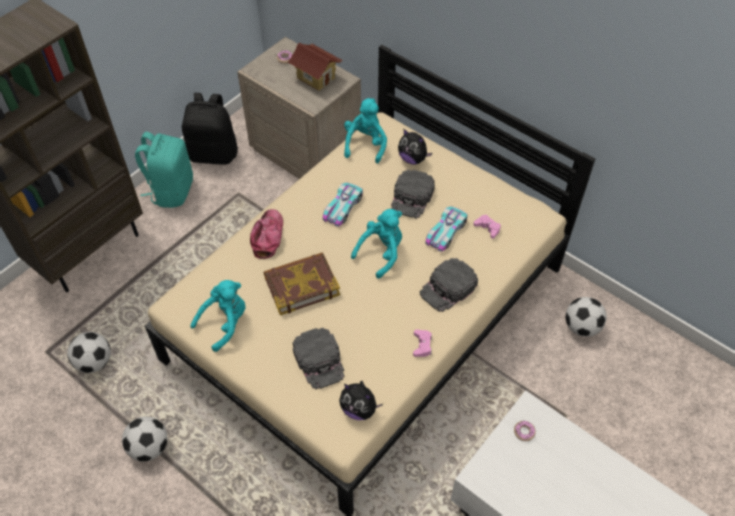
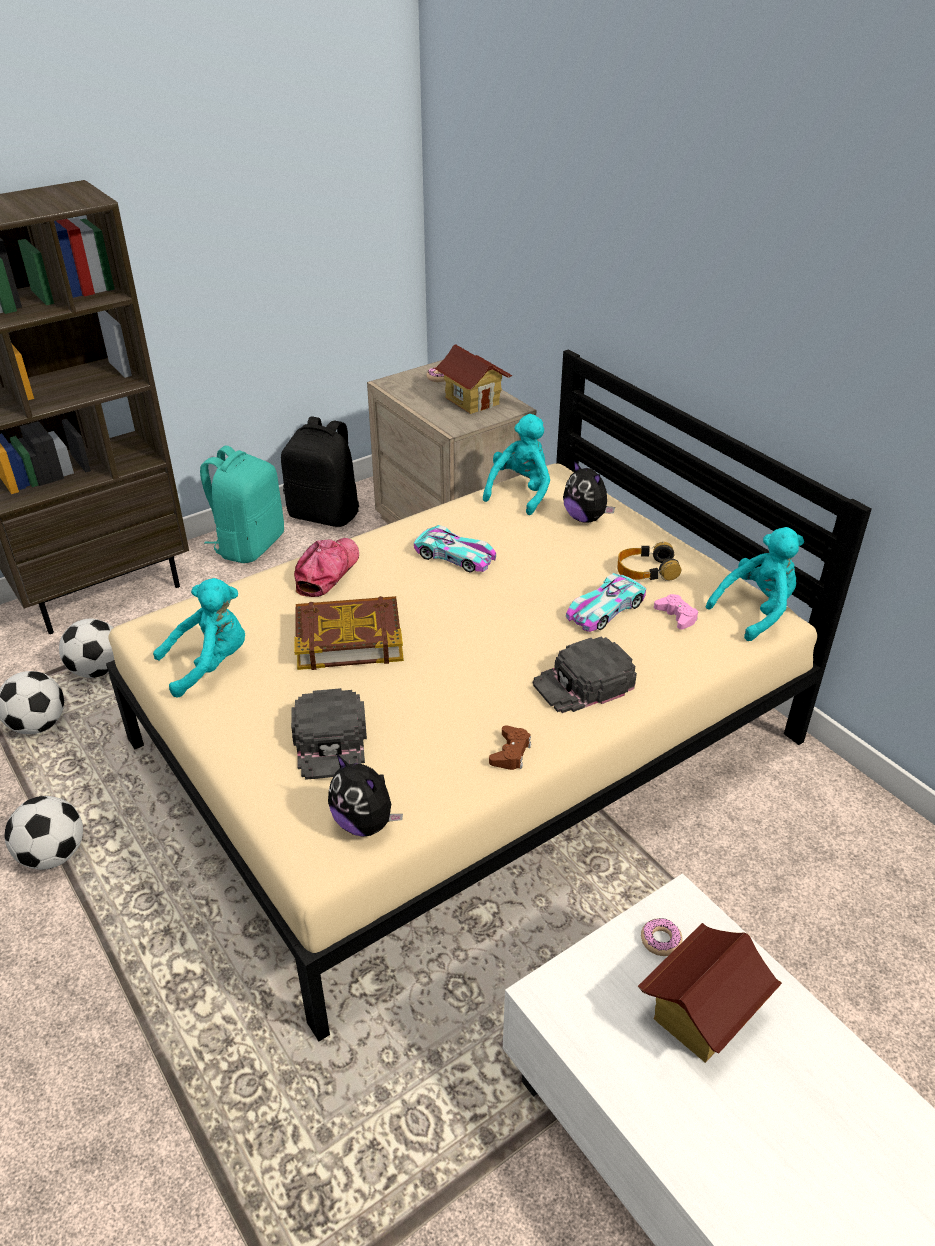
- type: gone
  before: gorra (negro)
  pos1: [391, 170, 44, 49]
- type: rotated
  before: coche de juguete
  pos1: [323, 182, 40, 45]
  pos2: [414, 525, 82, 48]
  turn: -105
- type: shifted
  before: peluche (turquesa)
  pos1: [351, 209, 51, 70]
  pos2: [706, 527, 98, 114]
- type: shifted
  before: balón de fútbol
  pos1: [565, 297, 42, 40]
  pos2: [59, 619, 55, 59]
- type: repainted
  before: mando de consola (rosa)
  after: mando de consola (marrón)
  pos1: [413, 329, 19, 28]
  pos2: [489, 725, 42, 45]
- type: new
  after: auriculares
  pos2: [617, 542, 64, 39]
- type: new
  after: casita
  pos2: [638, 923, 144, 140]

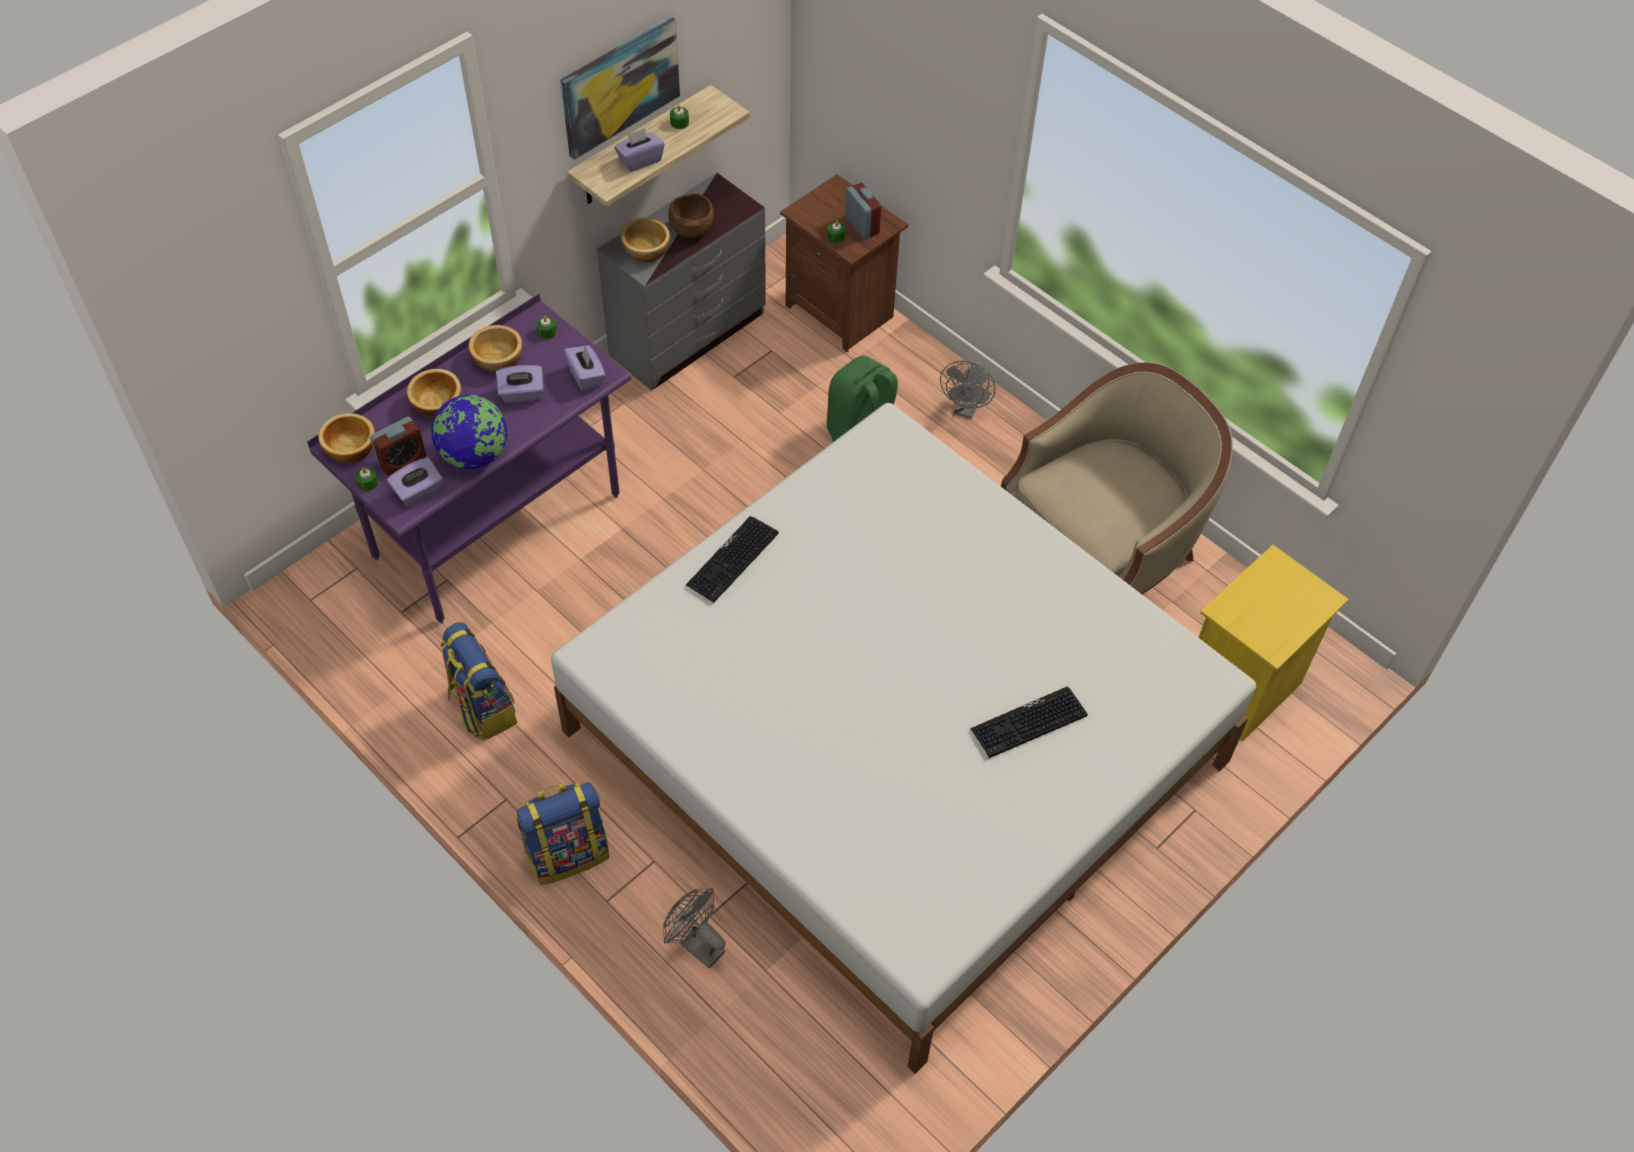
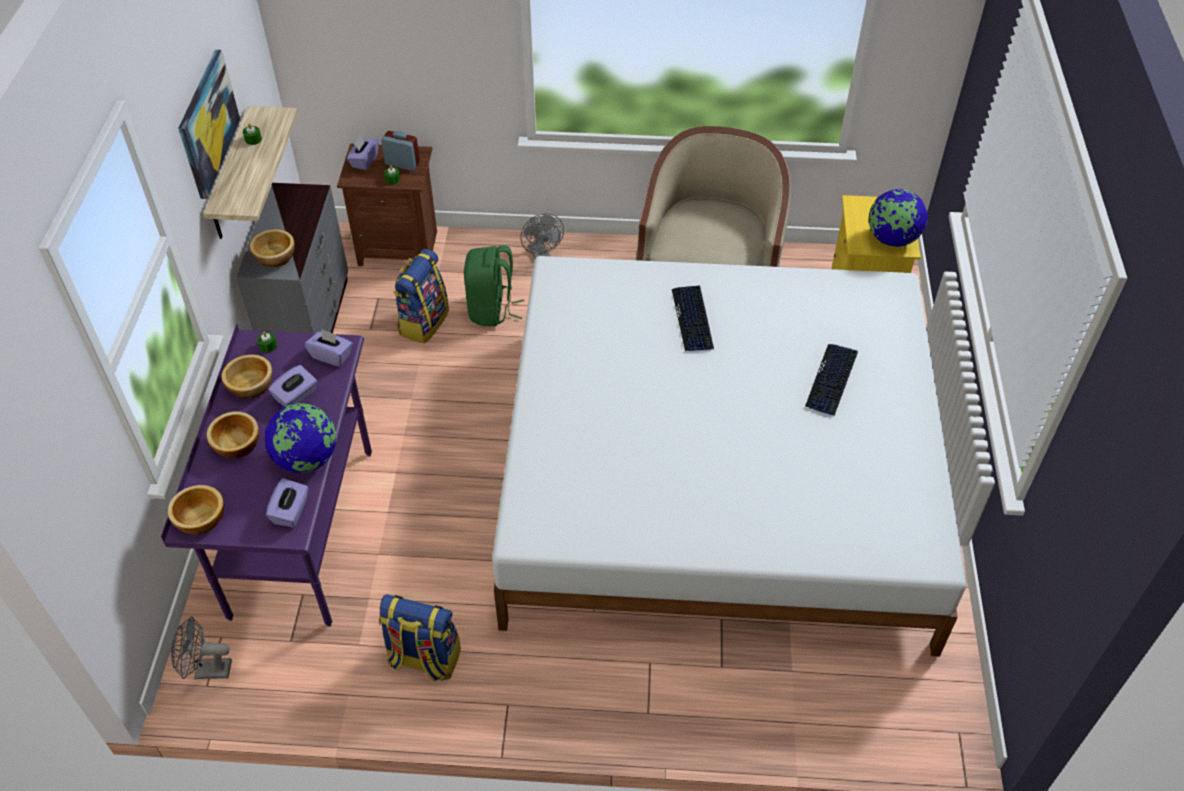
- type: shifted
  before: caja de pañuelos (morado)
  pos1: [614, 128, 50, 44]
  pos2: [347, 136, 32, 34]
- type: gone
  before: cuenco (marrón)
  pos1: [668, 194, 46, 43]
- type: gone
  before: despertador
  pos1: [370, 417, 56, 59]
- type: gone
  before: vela (verde)
  pos1: [355, 467, 23, 24]
- type: shifted
  before: teclado
  pos1: [685, 516, 94, 88]
  pos2: [672, 286, 42, 65]
- type: shifted
  before: mochila
  pos1: [516, 782, 93, 103]
  pos2: [394, 249, 55, 95]
- type: shifted
  before: ventilador (gris)
  pos1: [663, 888, 63, 81]
  pos2: [171, 617, 61, 62]
- type: new
  after: globo terráqueo
  pos2: [869, 189, 58, 58]

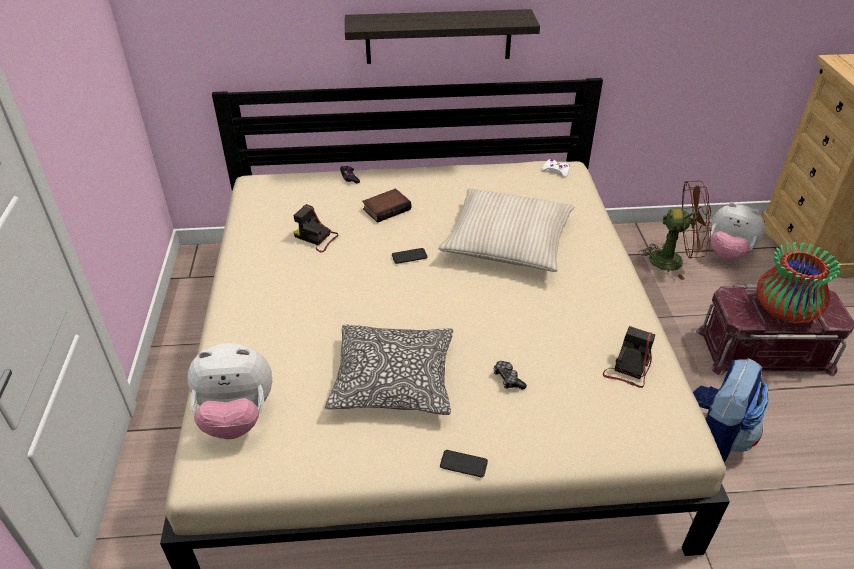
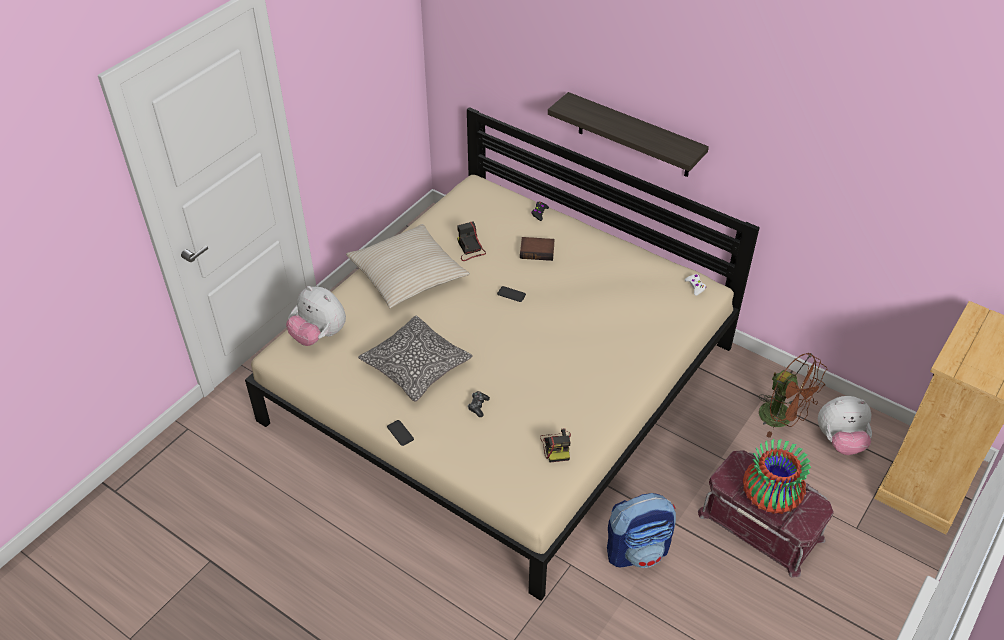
- type: shifted
  before: cojín (beis)
  pos1: [438, 188, 136, 84]
  pos2: [346, 224, 124, 84]
- type: rotated
  before: peluche
  pos1: [709, 202, 56, 58]
  pos2: [818, 396, 54, 59]
  turn: -75
- type: rotated
  before: cámara
  pos1: [603, 326, 52, 62]
  pos2: [540, 428, 31, 34]
  turn: 105

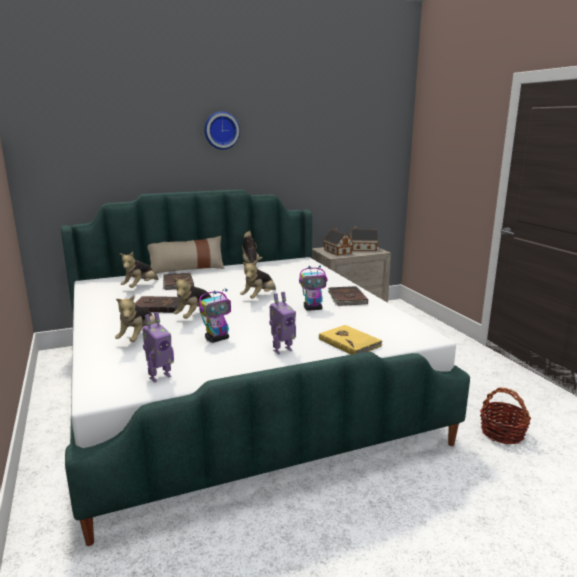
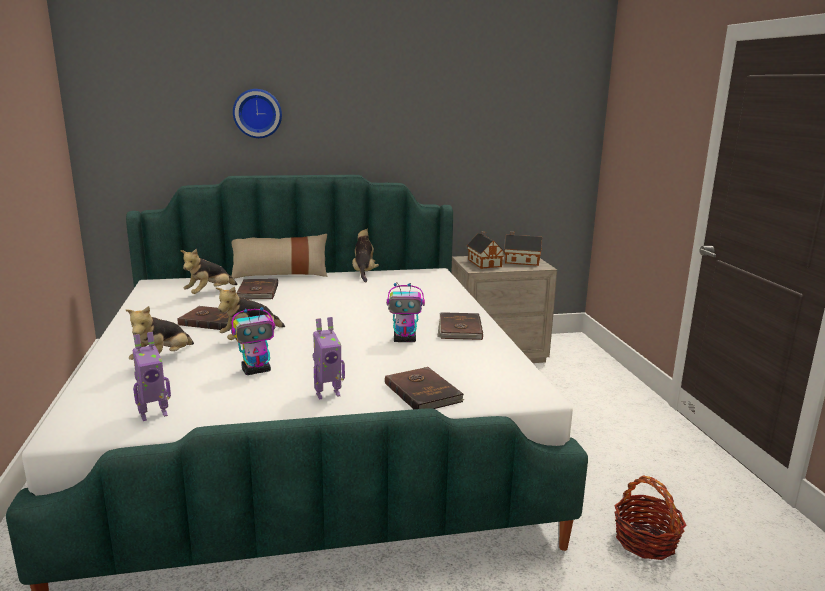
- type: shifted
  before: reloj de pared
  pos1: [204, 111, 36, 39]
  pos2: [233, 89, 49, 49]
- type: gone
  before: peluche
  pos1: [240, 261, 36, 38]
- type: repainted
  before: libro (amarillo)
  after: libro (marrón)
  pos1: [319, 325, 64, 30]
  pos2: [385, 367, 79, 42]

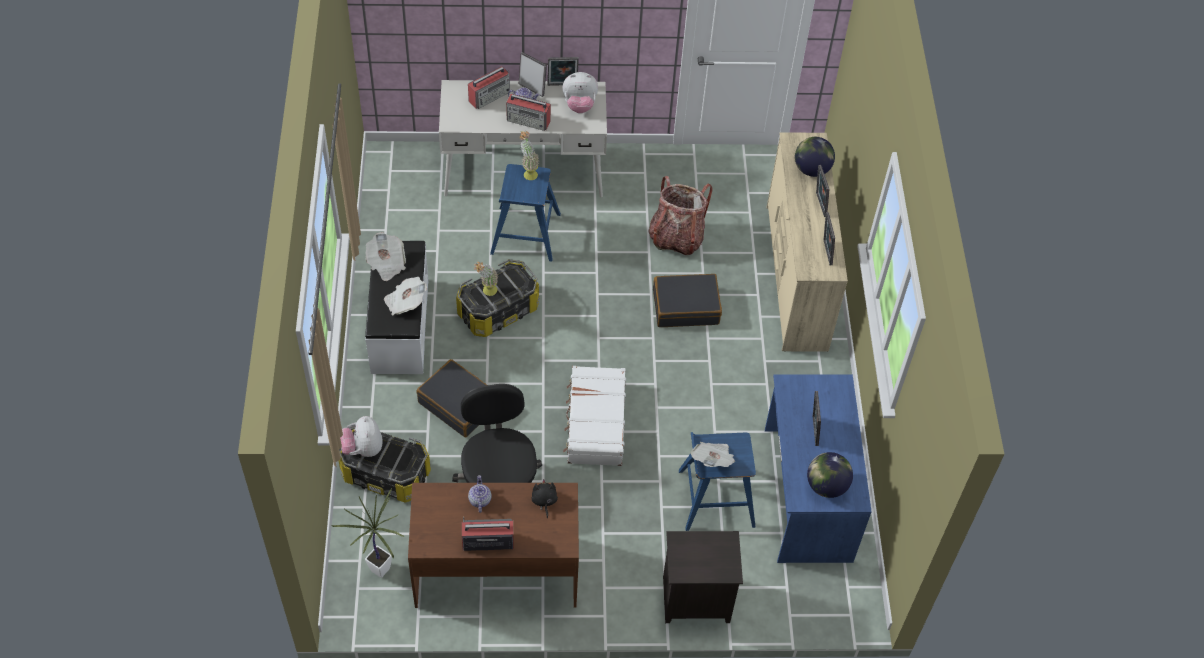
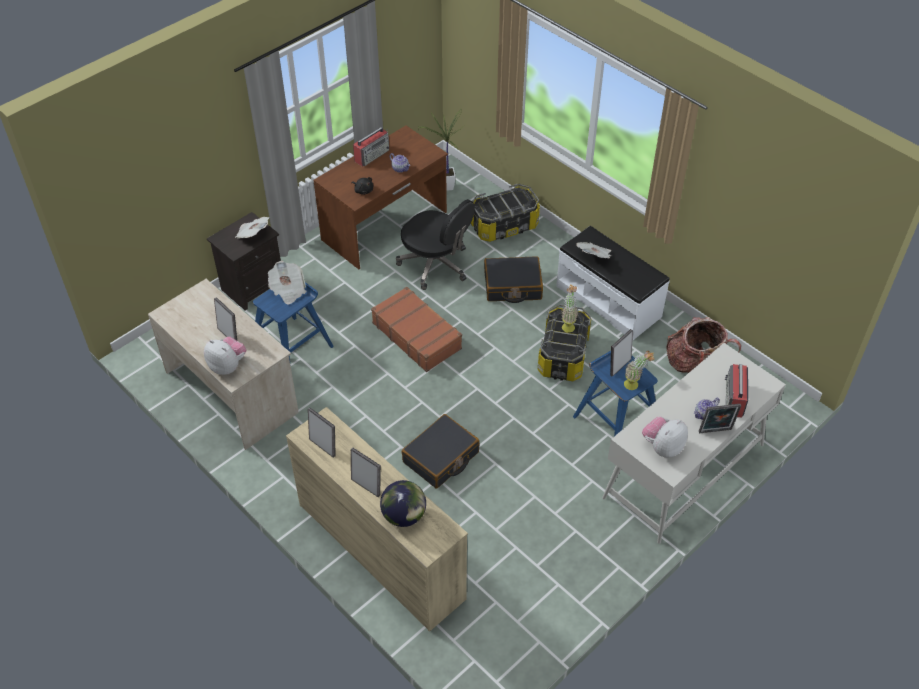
- type: shifted
  before: portarretratos
  pos1: [548, 57, 31, 29]
  pos2: [610, 329, 23, 48]
- type: gone
  before: radio
  pos1: [506, 94, 45, 37]
- type: shifted
  before: mochila
  pos1: [649, 176, 63, 79]
  pos2: [667, 317, 74, 56]
- type: shifted
  before: periódico
  pos1: [365, 232, 41, 49]
  pos2: [235, 217, 34, 21]
- type: repainted
  before: maleta (blanco)
  after: maleta (marrón)
  pos1: [563, 366, 63, 100]
  pos2: [371, 287, 91, 85]
- type: repainted
  before: escritorio (azul)
  after: escritorio (beis)
  pos1: [765, 374, 107, 189]
  pos2: [148, 279, 151, 171]
- type: shifted
  before: peluche
  pos1: [340, 416, 43, 41]
  pos2: [204, 337, 42, 38]
- type: gone
  before: globo terráqueo
  pos1: [807, 452, 46, 46]

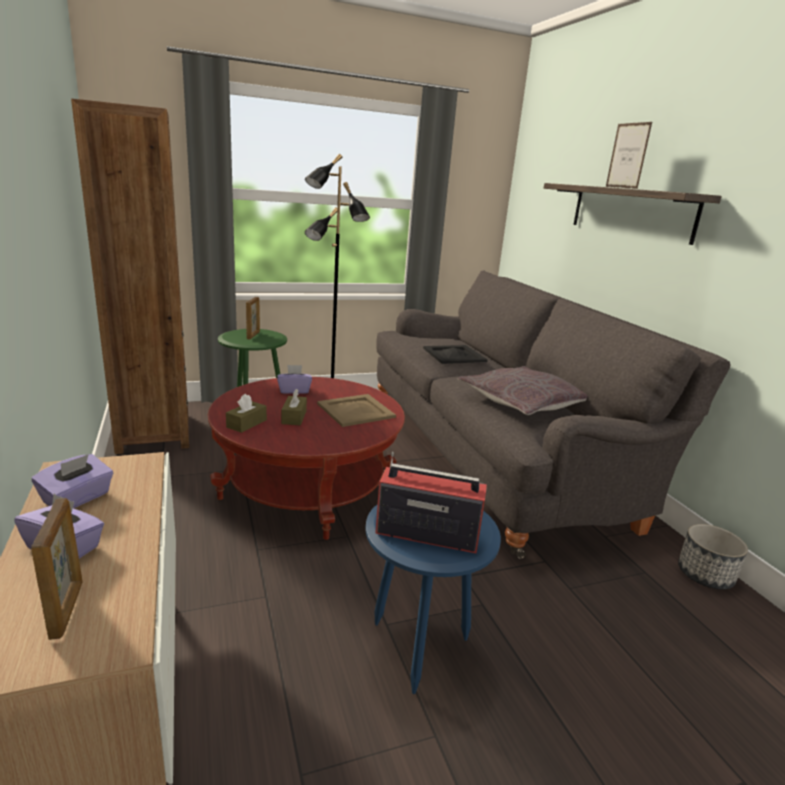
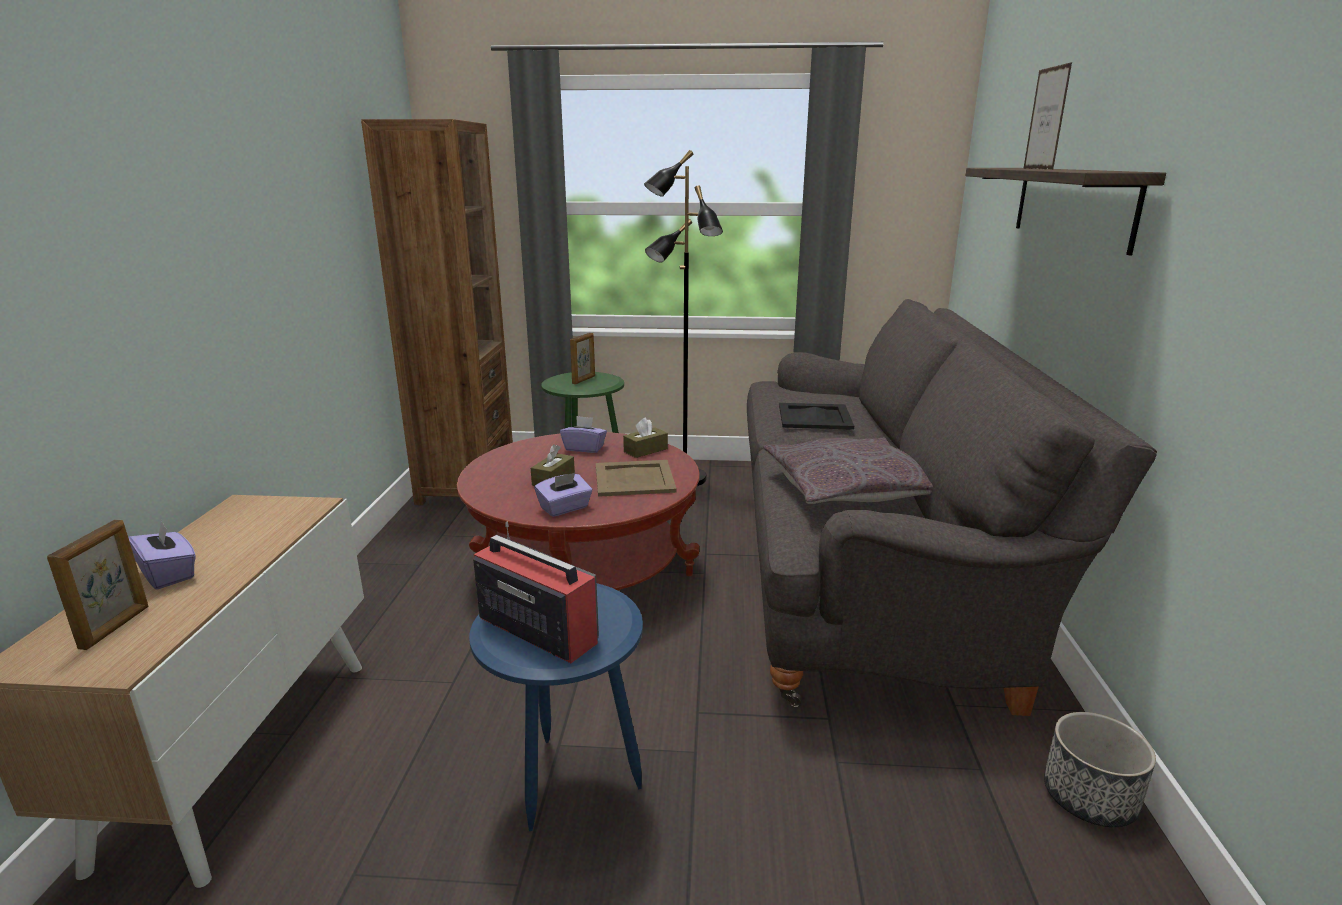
- type: shifted
  before: caja de pañuelos (marrón)
  pos1: [226, 394, 41, 39]
  pos2: [623, 417, 45, 41]
- type: shifted
  before: caja de pañuelos (morado)
  pos1: [32, 454, 81, 55]
  pos2: [535, 473, 57, 44]

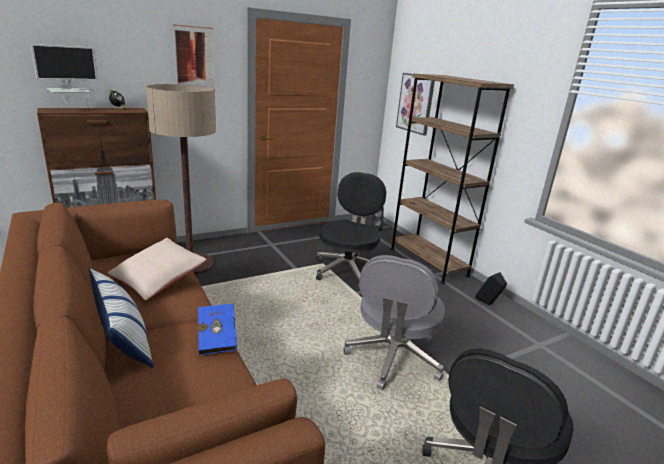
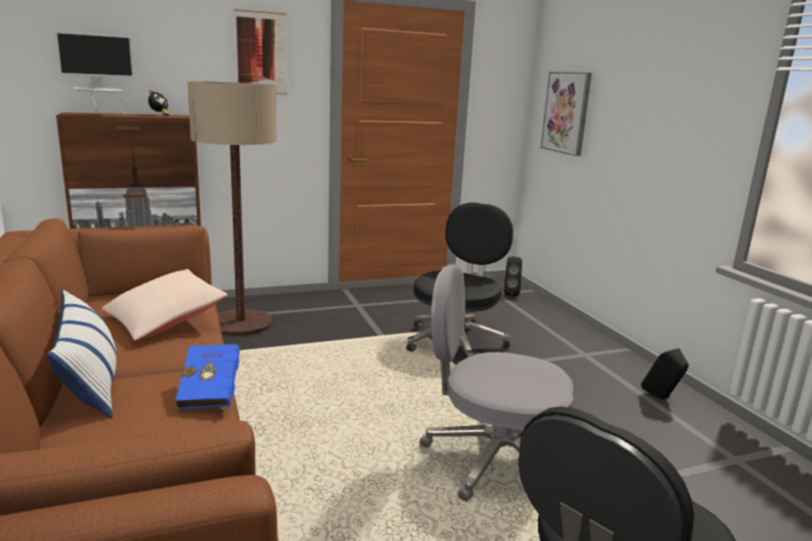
- type: gone
  before: estantería (marrón)
  pos1: [390, 74, 124, 210]
- type: rotated
  before: silla de oficina (gris)
  pos1: [344, 255, 101, 135]
  pos2: [419, 264, 155, 238]
  turn: 75

